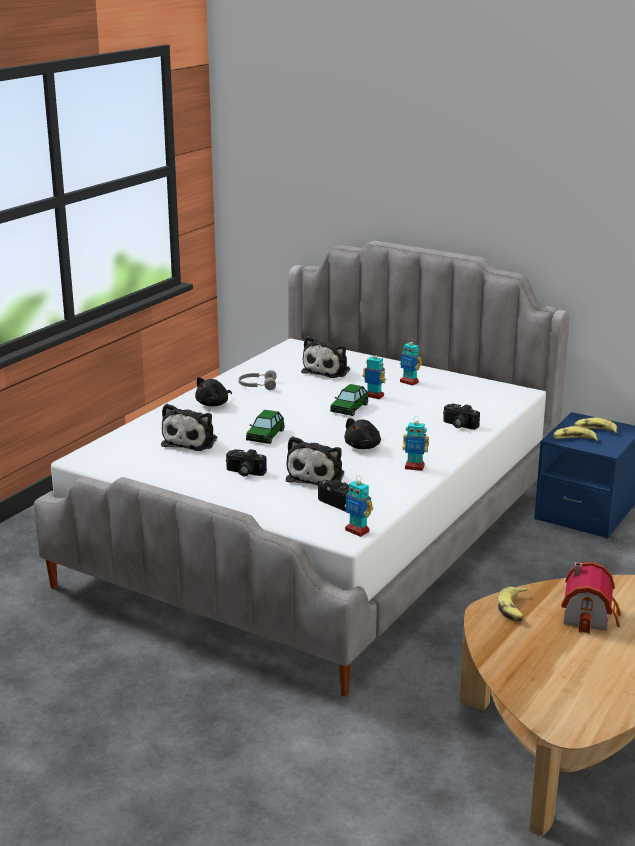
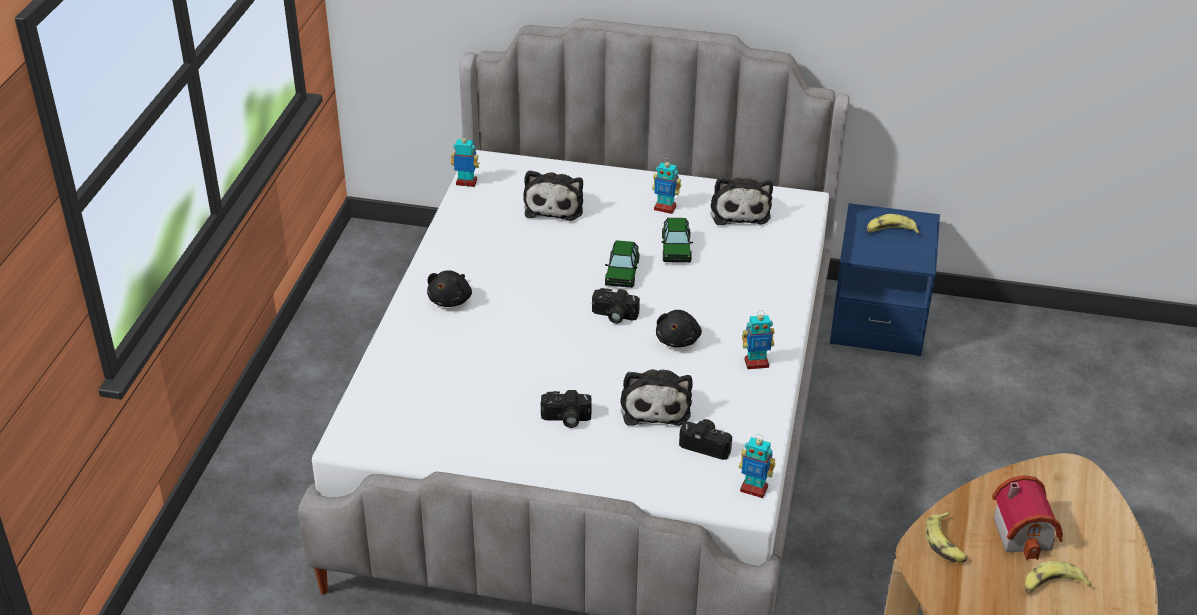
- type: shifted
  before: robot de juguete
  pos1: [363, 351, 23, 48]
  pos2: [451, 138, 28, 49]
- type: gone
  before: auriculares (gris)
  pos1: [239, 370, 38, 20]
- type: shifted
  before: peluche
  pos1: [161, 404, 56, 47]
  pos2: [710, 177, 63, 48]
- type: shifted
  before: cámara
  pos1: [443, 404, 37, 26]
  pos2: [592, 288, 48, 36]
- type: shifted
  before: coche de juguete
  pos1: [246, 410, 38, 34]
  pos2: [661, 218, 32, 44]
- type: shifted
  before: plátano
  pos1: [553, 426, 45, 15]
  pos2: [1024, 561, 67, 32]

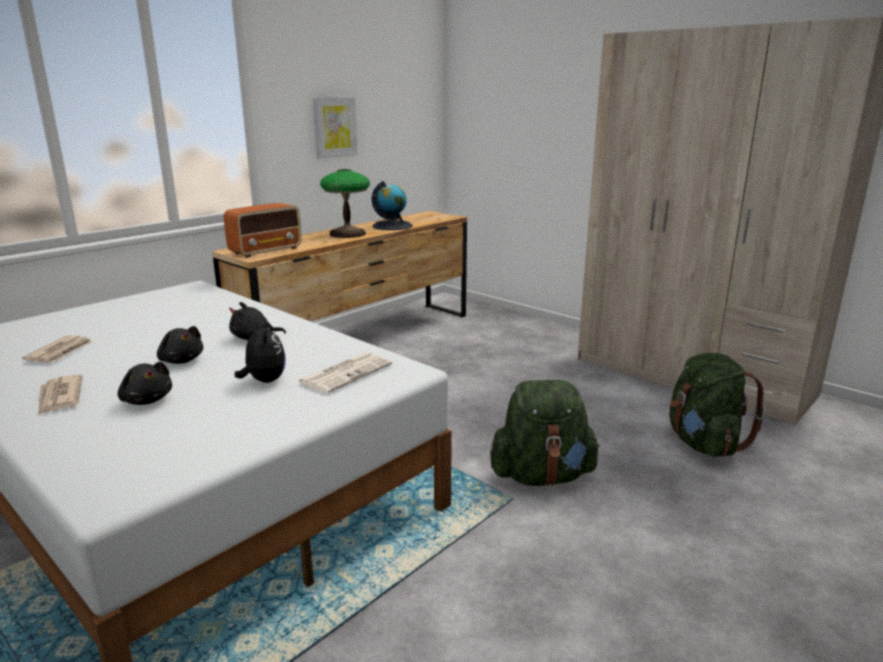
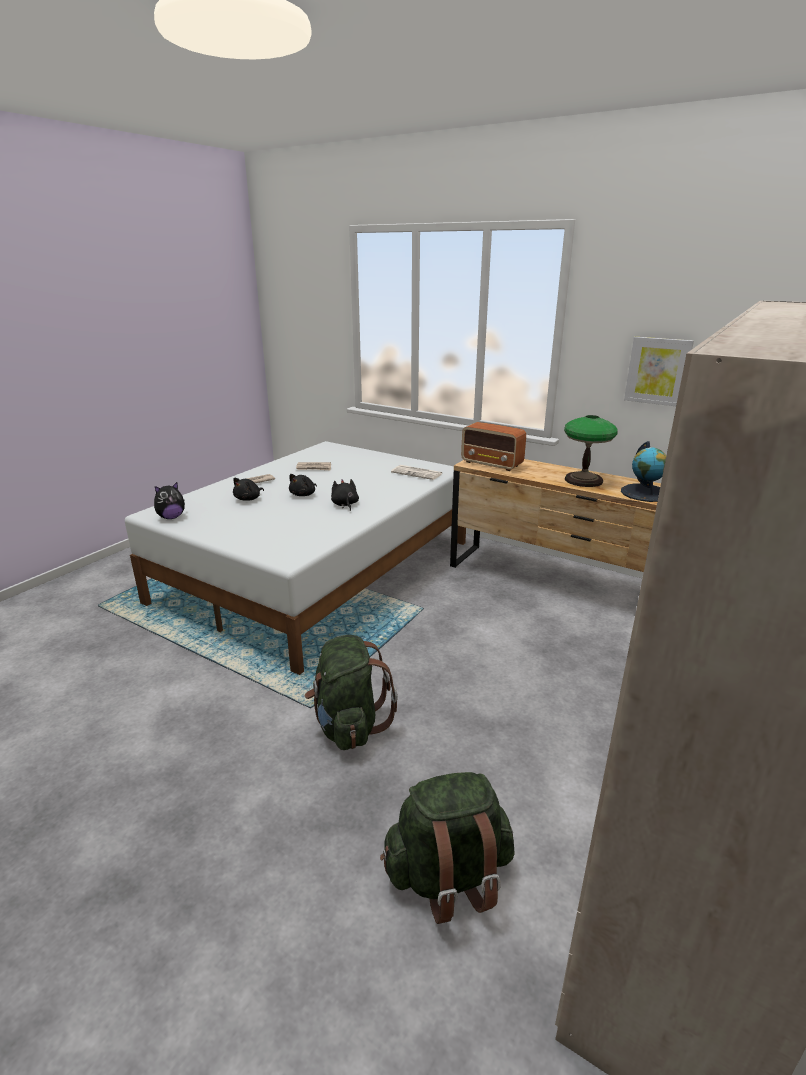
- type: shifted
  before: peluche
  pos1: [235, 319, 51, 64]
  pos2: [154, 482, 31, 37]
- type: shifted
  before: periódico
  pos1: [298, 352, 94, 42]
  pos2: [391, 465, 52, 15]

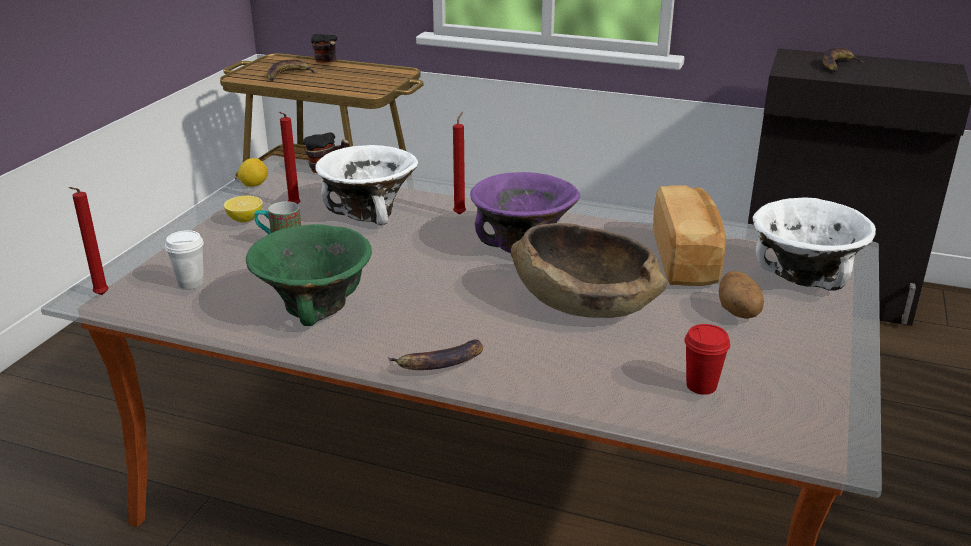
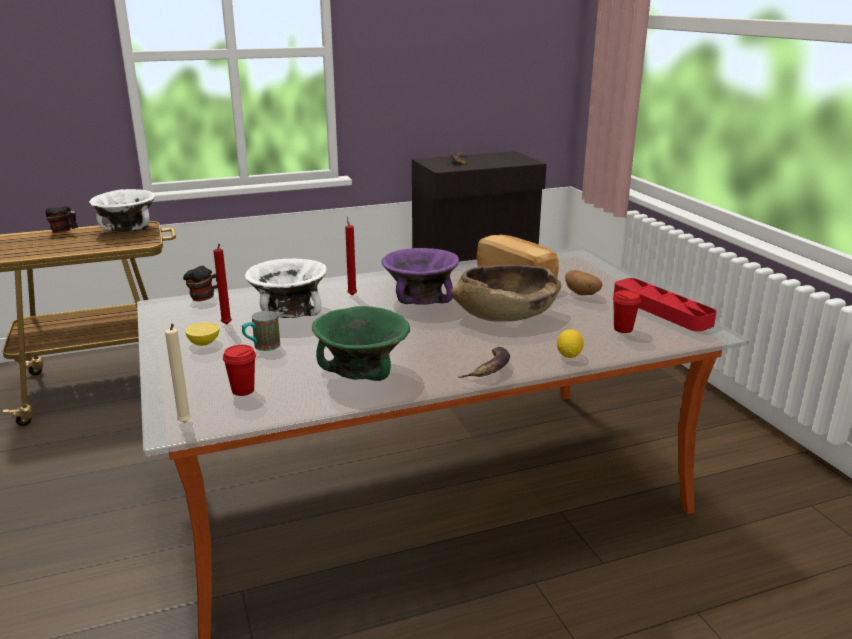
- type: gone
  before: plátano
  pos1: [267, 59, 50, 22]
- type: shifted
  before: limón
  pos1: [238, 158, 30, 29]
  pos2: [557, 329, 27, 29]
- type: repainted
  before: vela (rojo)
  after: vela (beis)
  pos1: [69, 187, 40, 108]
  pos2: [165, 324, 26, 99]
- type: shifted
  before: cuenco (blanco)
  pos1: [752, 198, 124, 93]
  pos2: [89, 189, 67, 43]
- type: repainted
  before: taza (blanco)
  after: taza (rojo)
  pos1: [165, 230, 39, 59]
  pos2: [223, 345, 33, 51]
- type: new
  after: bandeja (rojo)
  pos2: [614, 278, 103, 53]

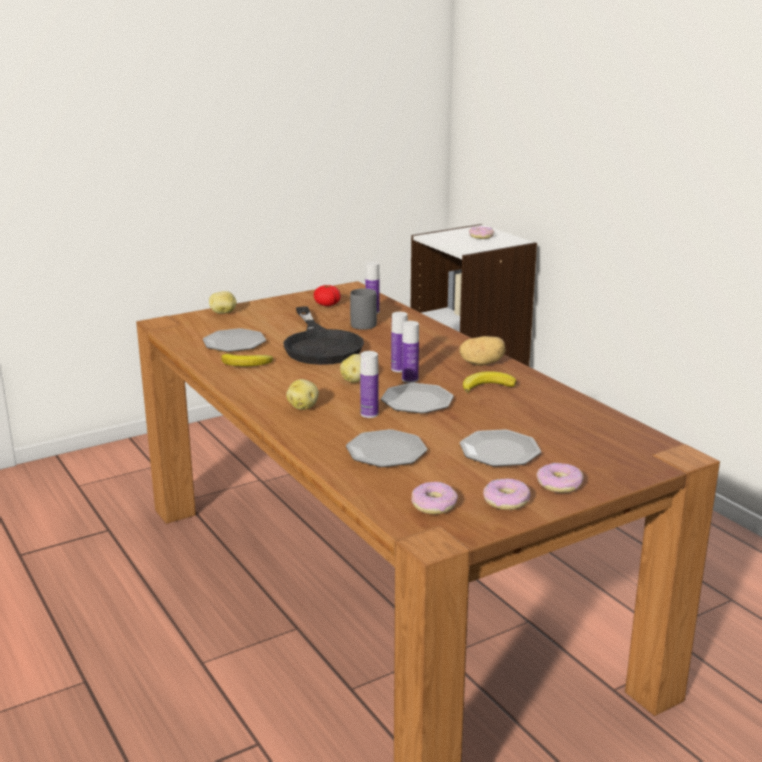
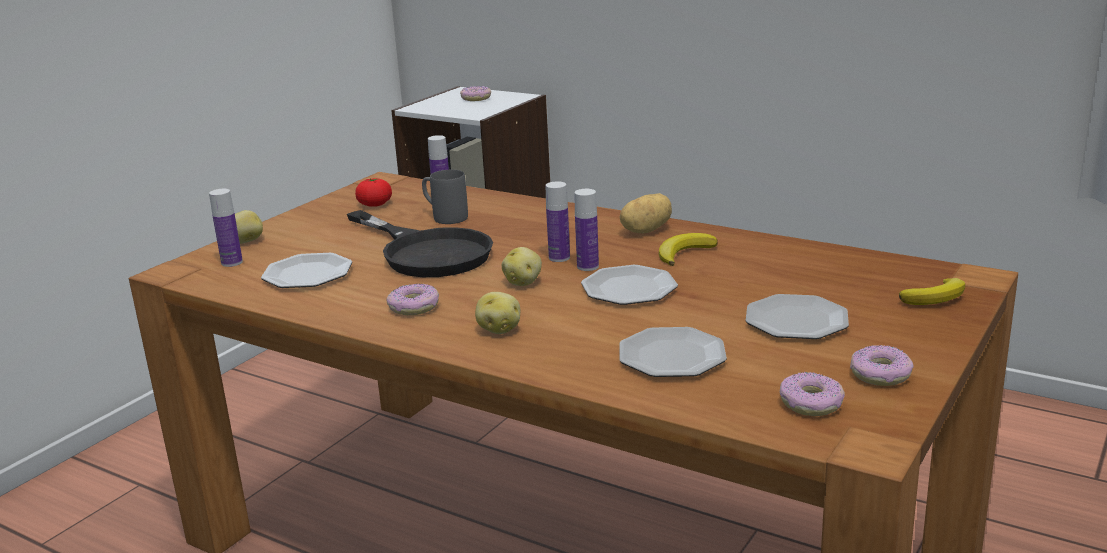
- type: shifted
  before: botella
  pos1: [360, 351, 19, 67]
  pos2: [209, 189, 34, 78]
- type: shifted
  before: plátano
  pos1: [221, 354, 52, 12]
  pos2: [899, 278, 66, 27]
- type: shifted
  before: rosquilla
  pos1: [536, 463, 48, 30]
  pos2: [386, 284, 53, 31]

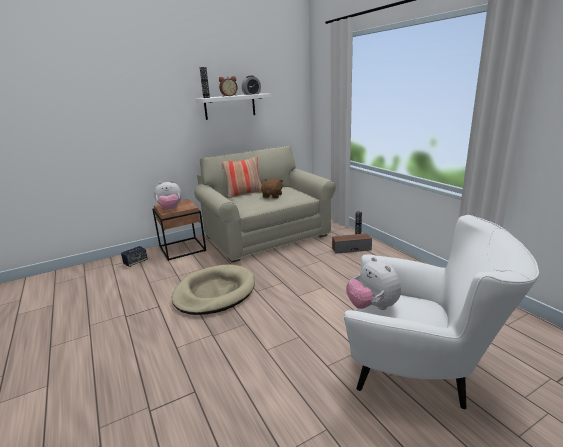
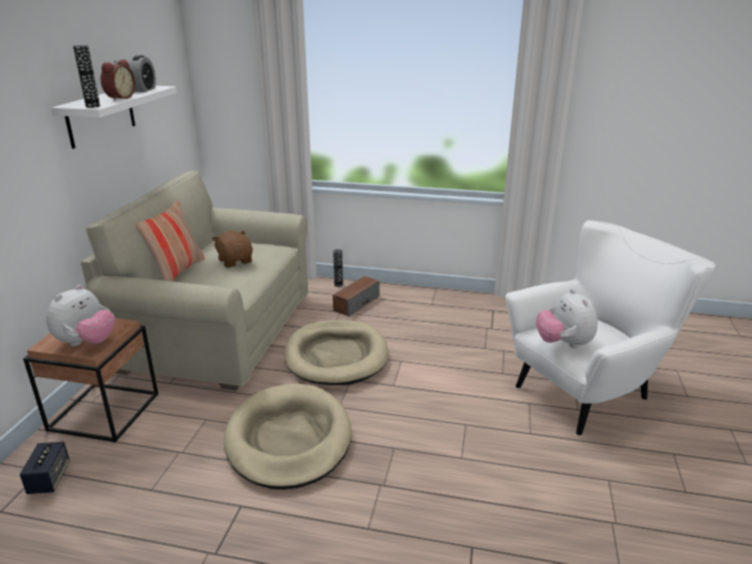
- type: rotated
  before: peluche
  pos1: [346, 257, 55, 53]
  pos2: [536, 289, 62, 59]
  turn: 60
- type: new
  after: cama para perro (beis)
  pos2: [284, 320, 104, 65]

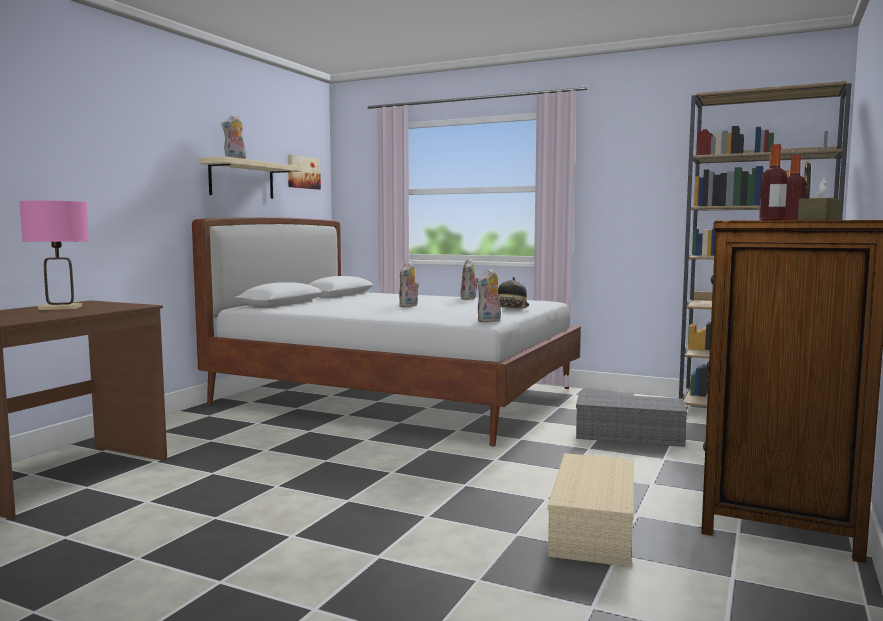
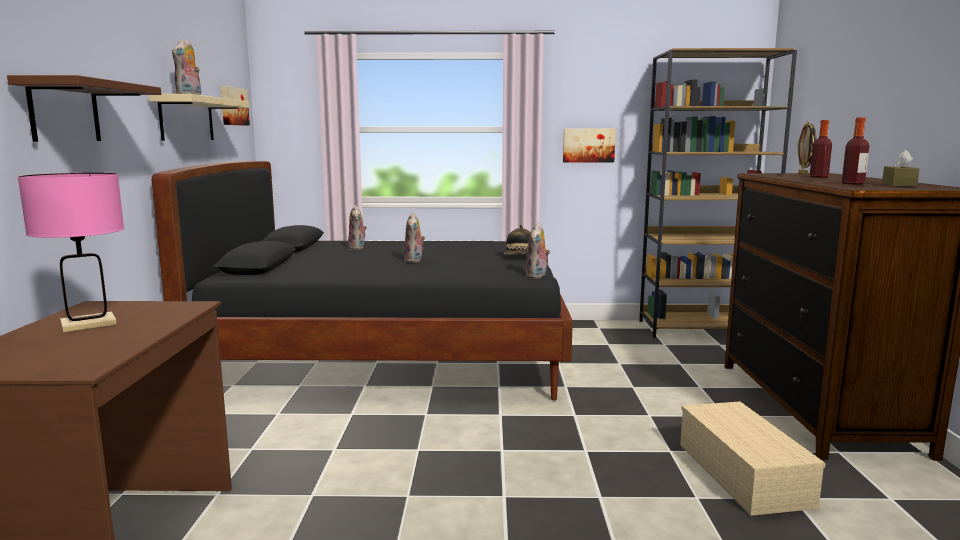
- type: repainted
  before: cama (blanco)
  after: cama (negro)
  pos1: [192, 217, 389, 229]
  pos2: [152, 161, 421, 239]
- type: shifted
  before: peluche
  pos1: [460, 258, 19, 42]
  pos2: [348, 205, 19, 45]
- type: gone
  before: caja de almacenaje (gris)
  pos1: [576, 393, 112, 54]
- type: new
  after: estante (marrón)
  pos2: [7, 75, 154, 67]
- type: new
  after: cuadro
  pos2: [563, 129, 53, 34]

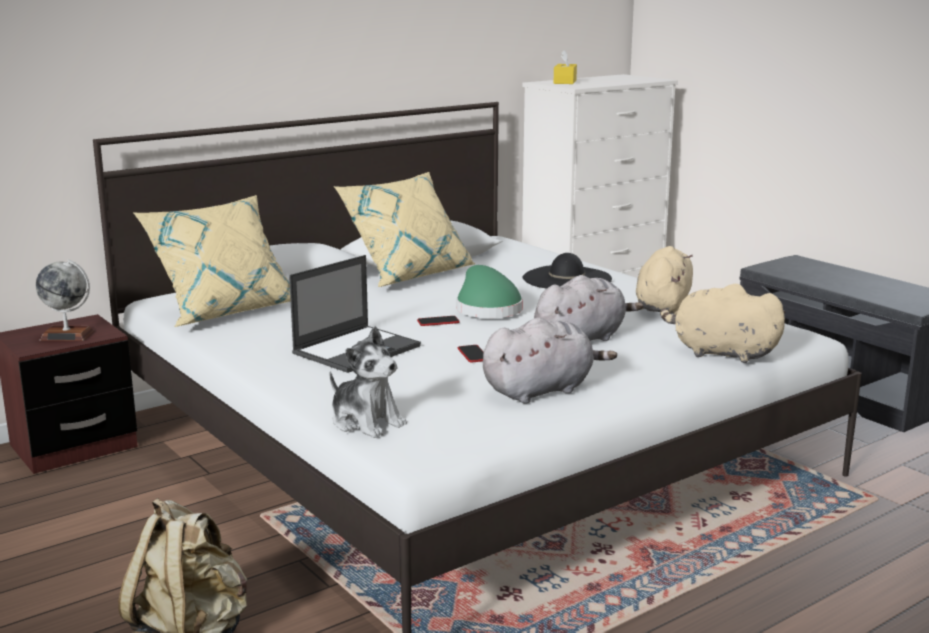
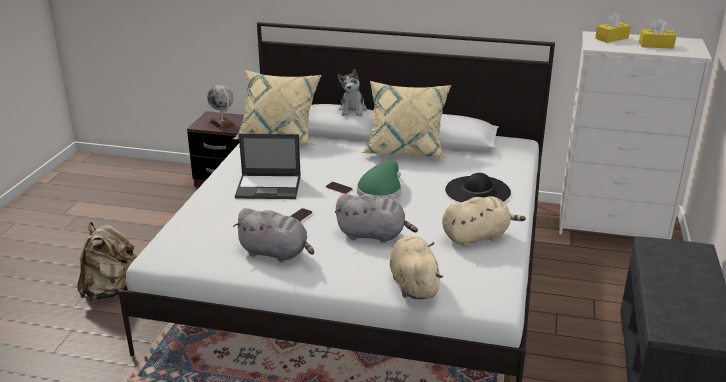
- type: shifted
  before: peluche
  pos1: [330, 326, 77, 112]
  pos2: [338, 69, 29, 47]
- type: new
  after: caja de pañuelos (amarillo)
  pos2: [639, 19, 37, 30]

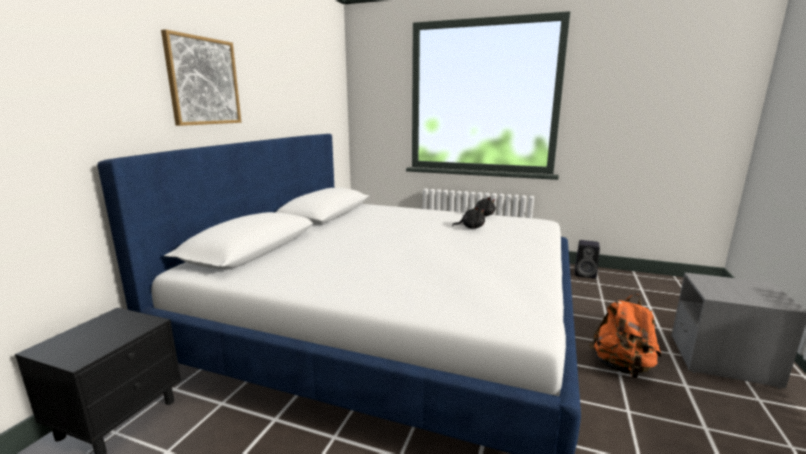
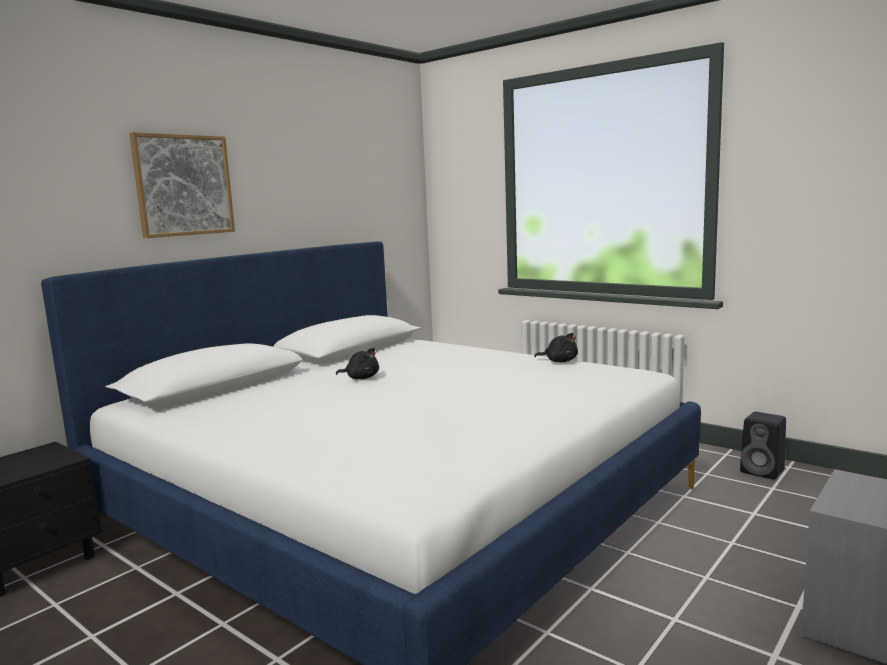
- type: shifted
  before: peluche (negro)
  pos1: [452, 206, 33, 23]
  pos2: [336, 348, 43, 31]
- type: gone
  before: mochila (naranja)
  pos1: [589, 294, 73, 84]

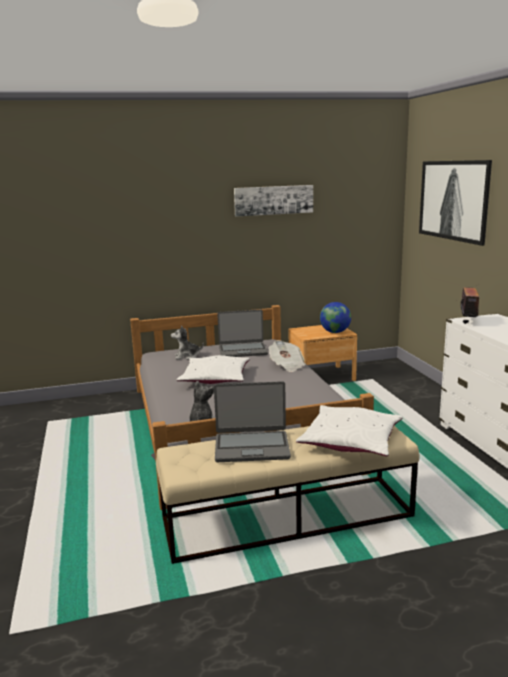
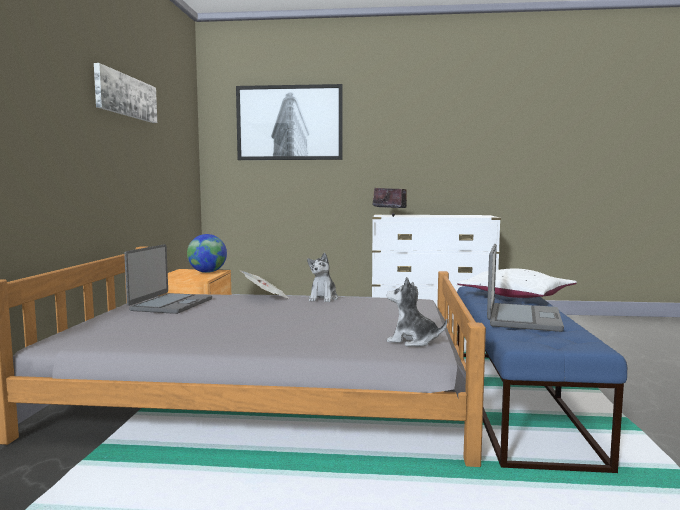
- type: shifted
  before: peluche
  pos1: [171, 325, 33, 35]
  pos2: [307, 253, 31, 49]
- type: gone
  before: cojín (blanco)
  pos1: [177, 355, 73, 29]
- type: repainted
  before: banco (beis)
  after: banco (azul)
  pos1: [156, 426, 263, 138]
  pos2: [457, 286, 170, 187]

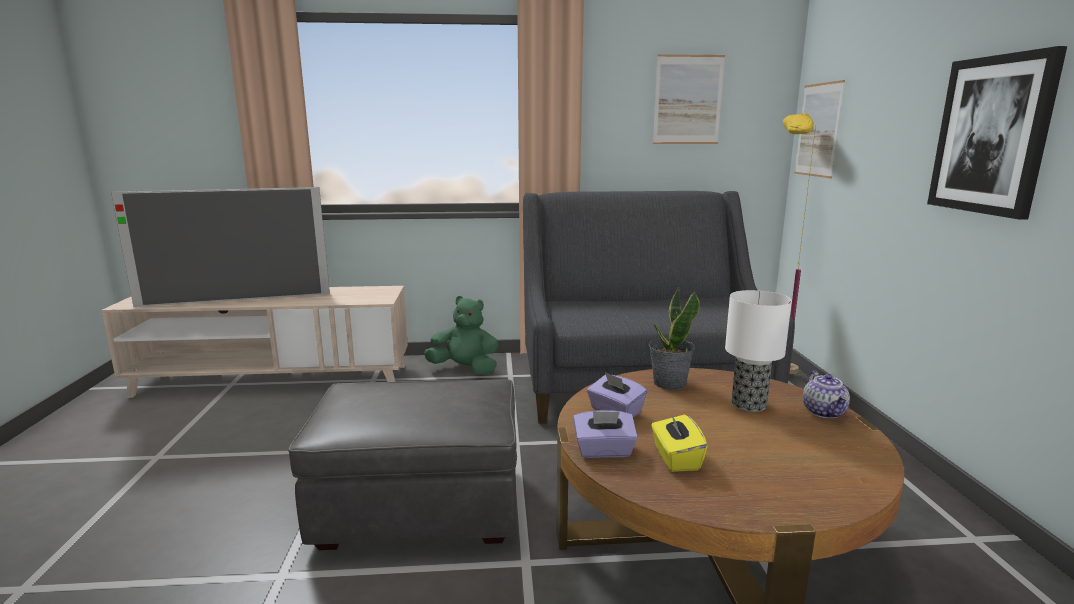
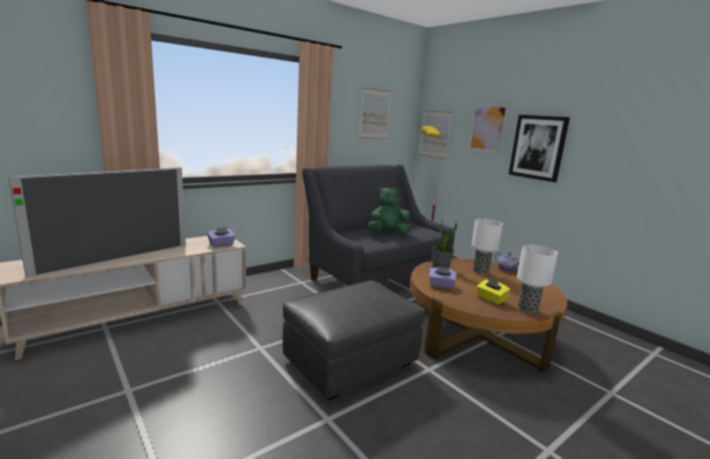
- type: shifted
  before: peluche (verde)
  pos1: [424, 296, 74, 79]
  pos2: [368, 186, 43, 48]
- type: shifted
  before: caja de pañuelos (morado)
  pos1: [573, 410, 65, 48]
  pos2: [207, 227, 29, 20]
- type: new
  after: cuadro
  pos2: [468, 104, 41, 50]
- type: new
  after: lámpara de mesa
  pos2: [517, 245, 41, 69]

